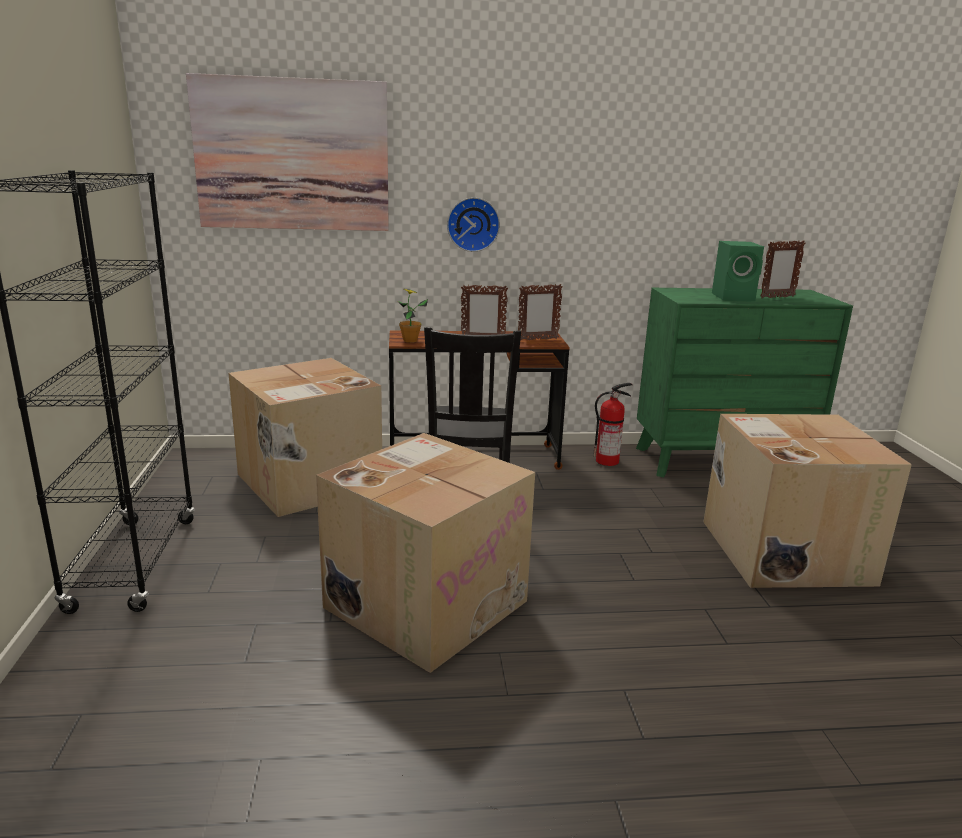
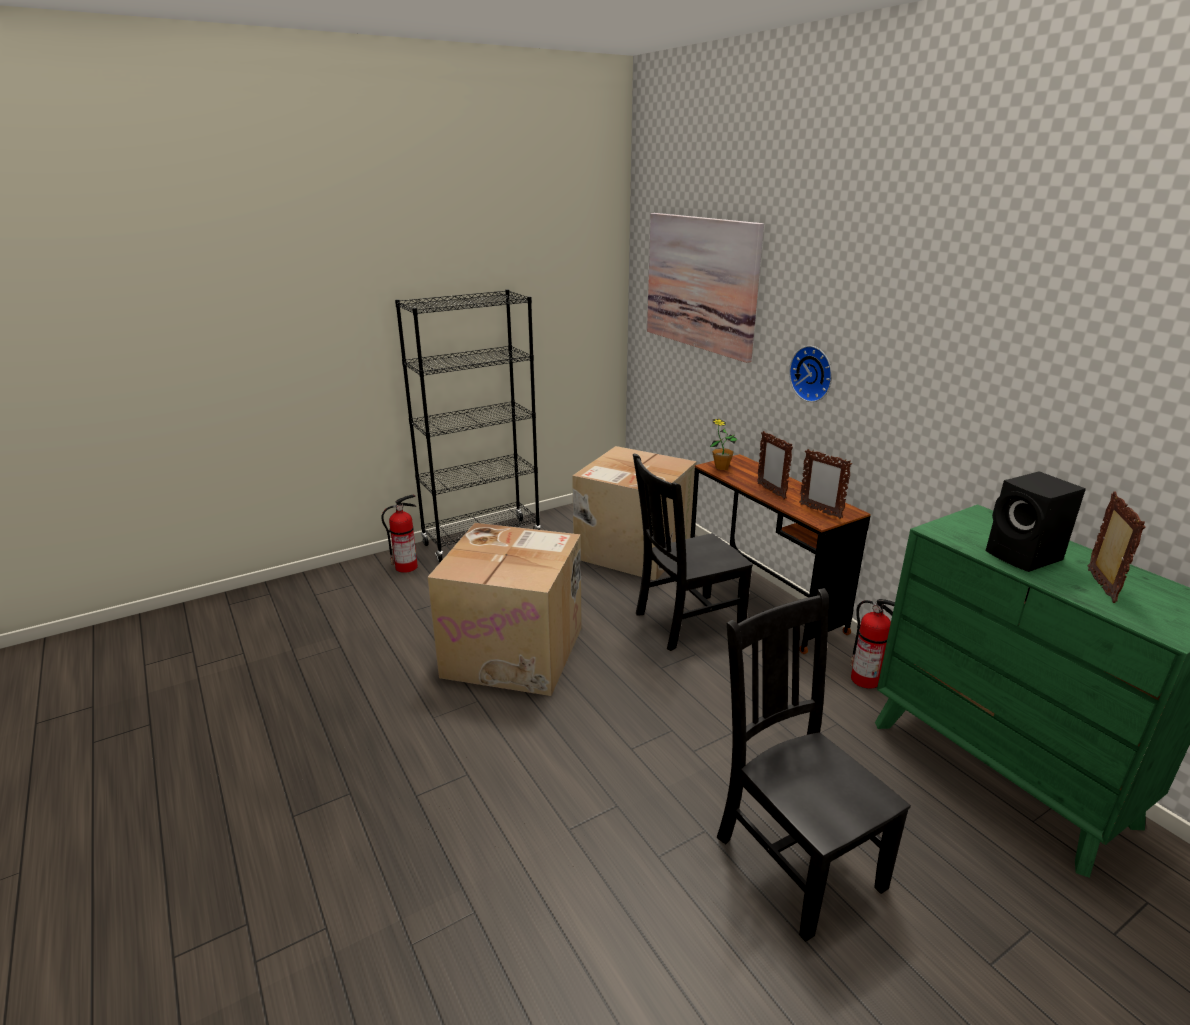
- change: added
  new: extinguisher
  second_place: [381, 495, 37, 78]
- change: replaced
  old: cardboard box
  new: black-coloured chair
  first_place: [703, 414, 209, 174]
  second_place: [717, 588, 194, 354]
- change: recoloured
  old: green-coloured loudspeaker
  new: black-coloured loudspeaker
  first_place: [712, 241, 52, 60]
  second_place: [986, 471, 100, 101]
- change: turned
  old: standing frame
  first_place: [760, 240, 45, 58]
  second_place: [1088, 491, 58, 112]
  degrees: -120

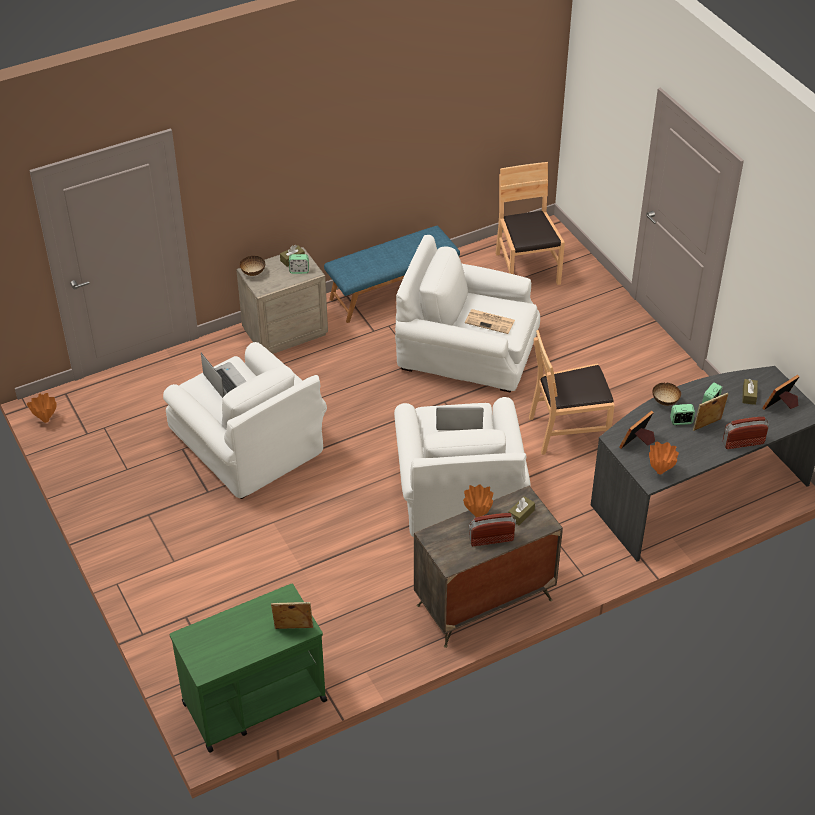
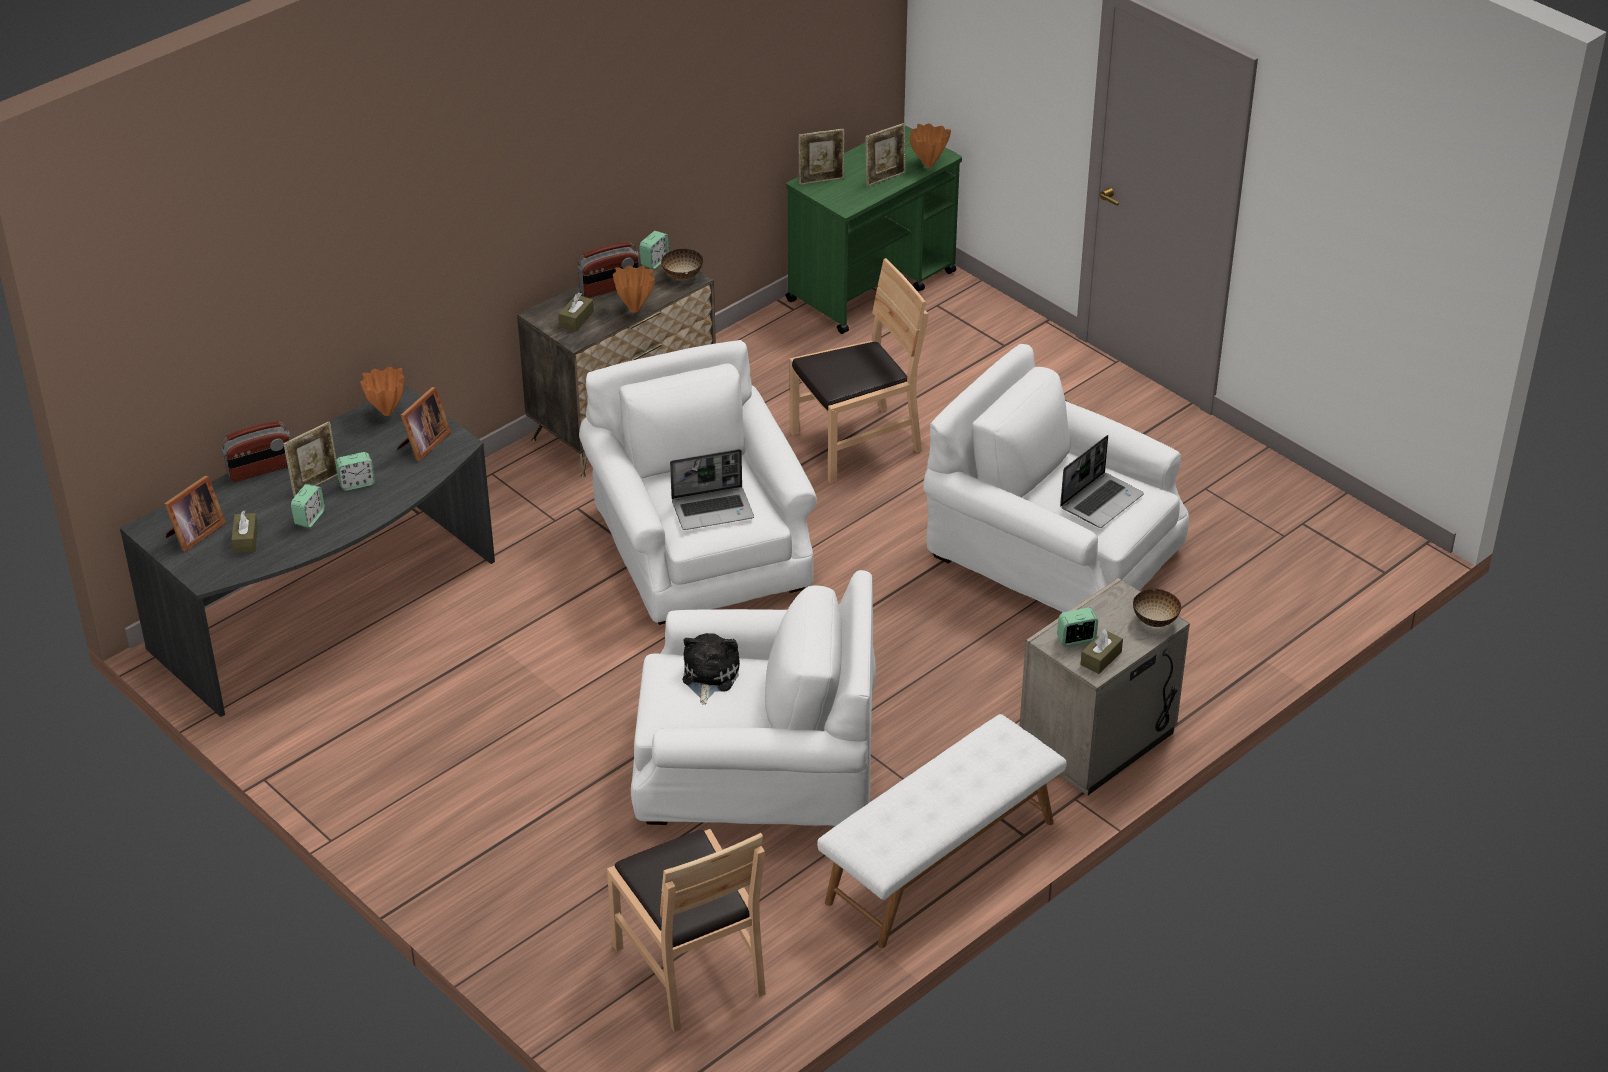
- change: added
  new: table clock
  second_place: [639, 231, 31, 38]
- change: moved
  old: bowl
  first_place: [653, 382, 28, 24]
  second_place: [661, 249, 42, 31]
- change: replaced
  old: newspaper
  new: cuddly toy
  first_place: [465, 309, 50, 25]
  second_place: [682, 633, 58, 72]
- change: moved
  old: brown chair
  first_place: [529, 330, 86, 125]
  second_place: [789, 258, 139, 226]
- change: recoloured
  old: blue bench
  new: white bench
  first_place: [324, 226, 136, 97]
  second_place: [817, 714, 250, 234]
- change: added
  new: standing frame
  second_place: [865, 123, 40, 63]
- change: moved
  old: orange-coloured decorative vase
  first_place: [27, 393, 30, 30]
  second_place: [909, 123, 42, 45]
- change: turned
  old: notebook computer
  first_place: [201, 353, 46, 45]
  second_place: [1060, 435, 84, 93]
  degrees: -90

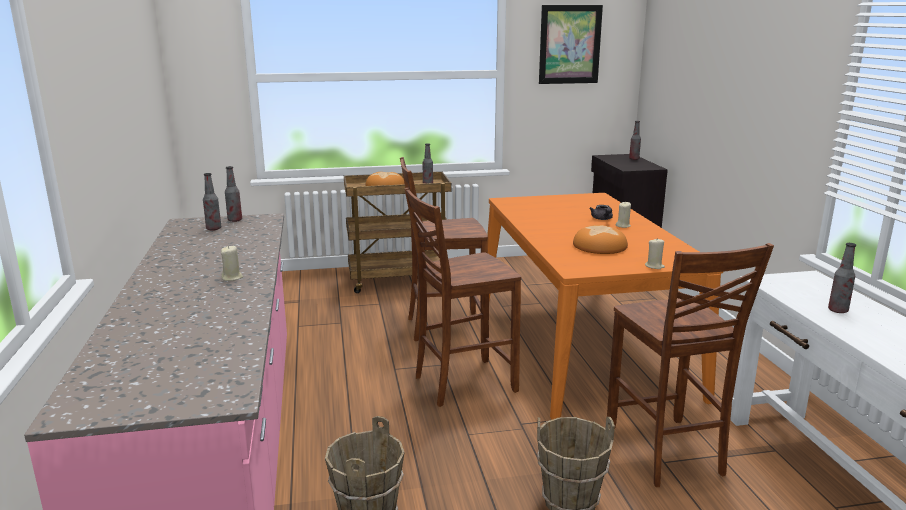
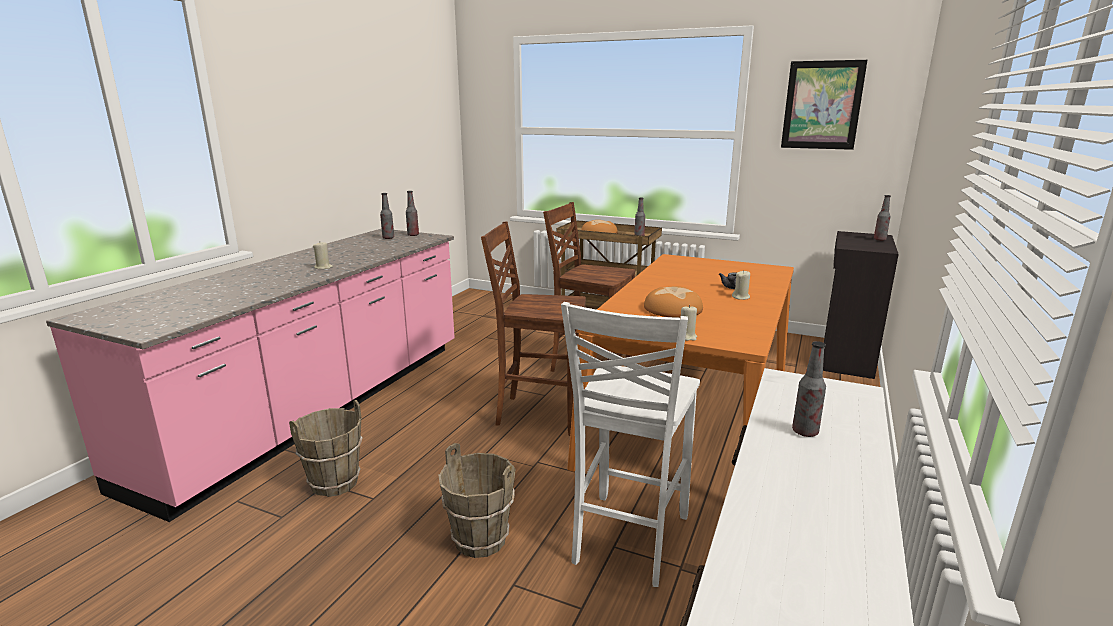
- change: recoloured
  old: brown chair
  new: white chair
  first_place: [607, 243, 167, 244]
  second_place: [561, 302, 139, 285]

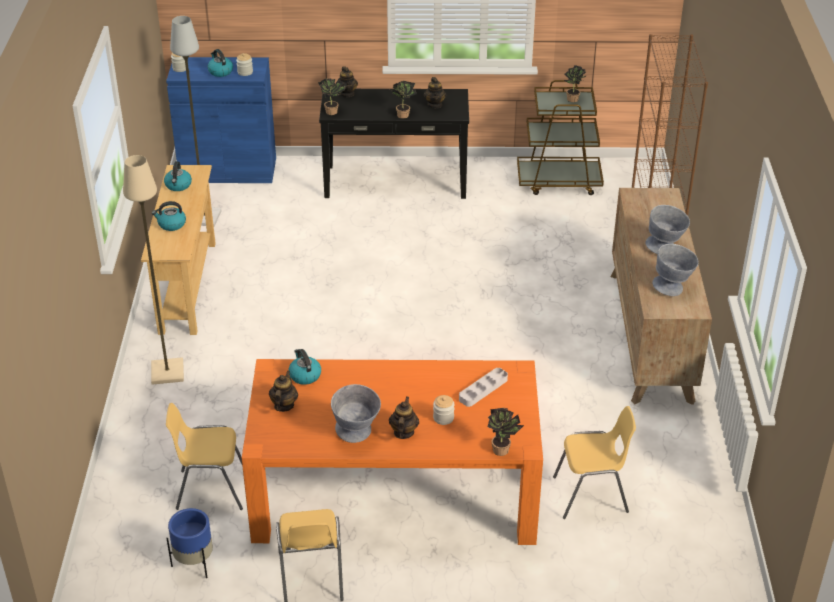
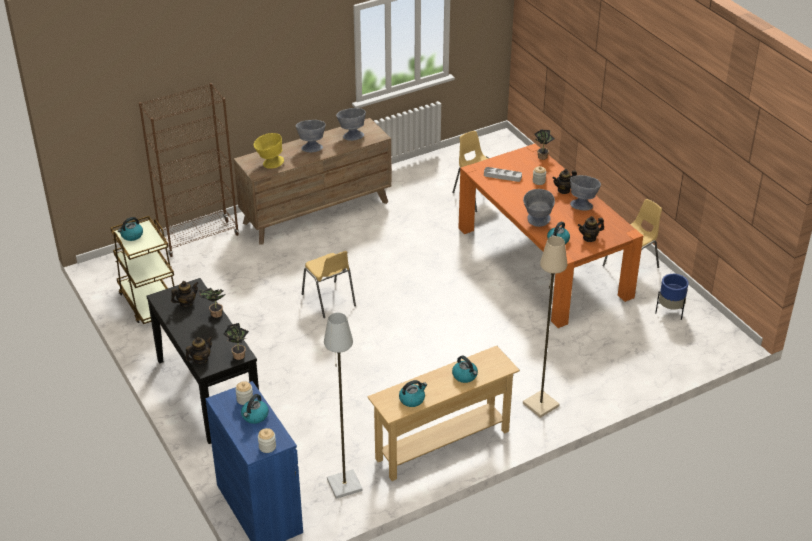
- change: replaced
  old: potted plant
  new: tea kettle
  first_place: [563, 65, 23, 37]
  second_place: [118, 217, 25, 24]
- change: added
  new: yellowish bowl
  second_place: [254, 133, 30, 36]
- change: moved
  old: yellowish chair
  first_place: [166, 403, 77, 107]
  second_place: [302, 251, 54, 67]
- change: added
  new: grey bowl
  second_place: [523, 189, 32, 38]

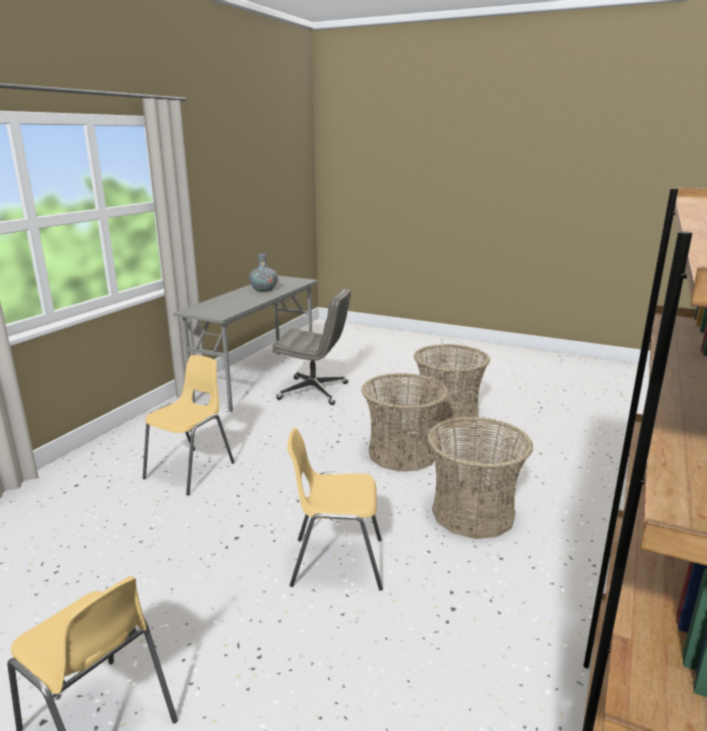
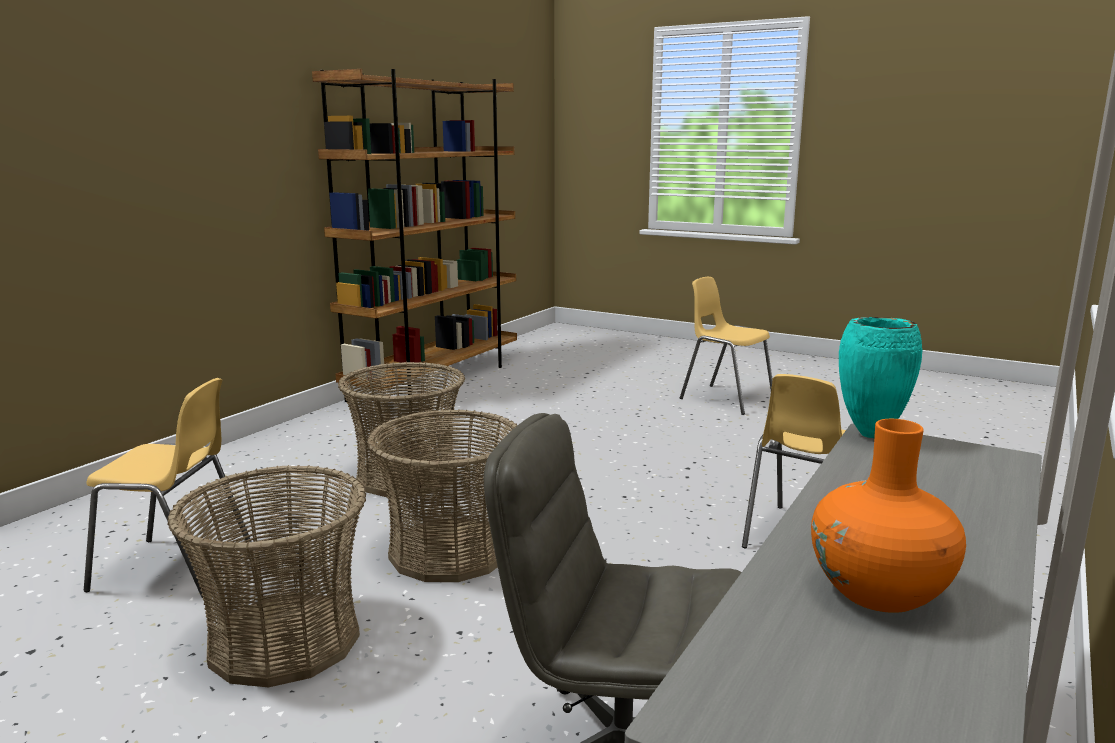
- change: moved
  old: yellowish chair
  first_place: [287, 428, 96, 163]
  second_place: [84, 378, 168, 220]
- change: recoloured
  old: grey decorative vase
  new: orange-coloured decorative vase
  first_place: [249, 254, 29, 38]
  second_place: [811, 419, 155, 194]
- change: added
  new: turquoise-coloured decorative vase
  second_place: [839, 317, 84, 121]

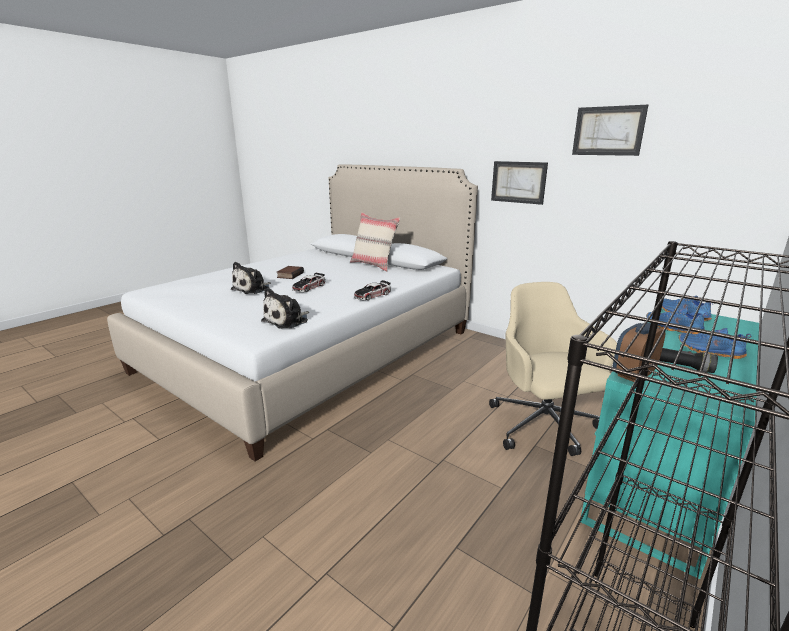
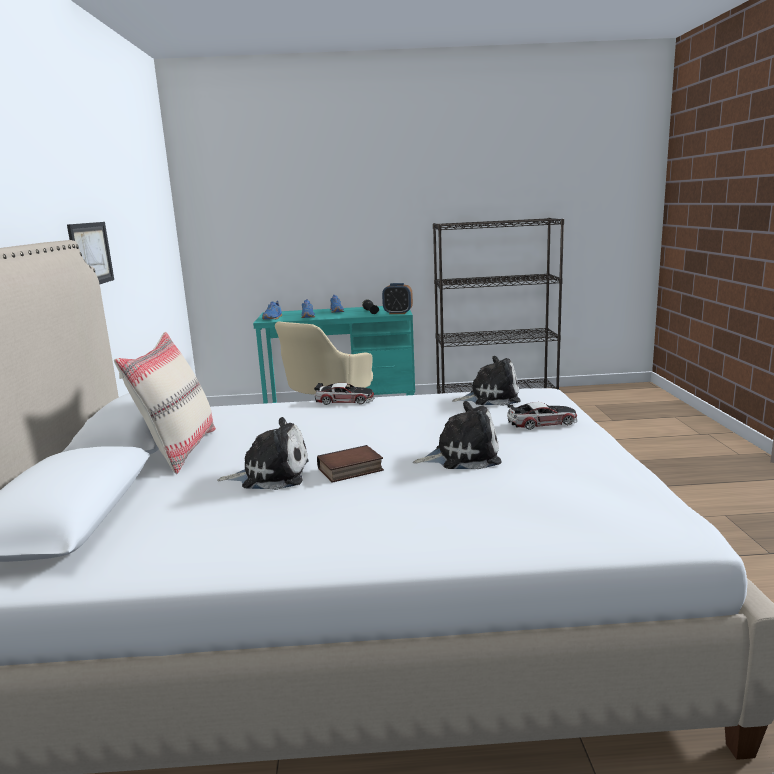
- change: added
  new: cuddly toy
  second_place: [217, 417, 92, 73]
- change: moved
  old: miniature car
  first_place: [292, 273, 33, 19]
  second_place: [507, 402, 70, 28]
- change: removed
  old: wall art
  first_place: [572, 105, 76, 51]

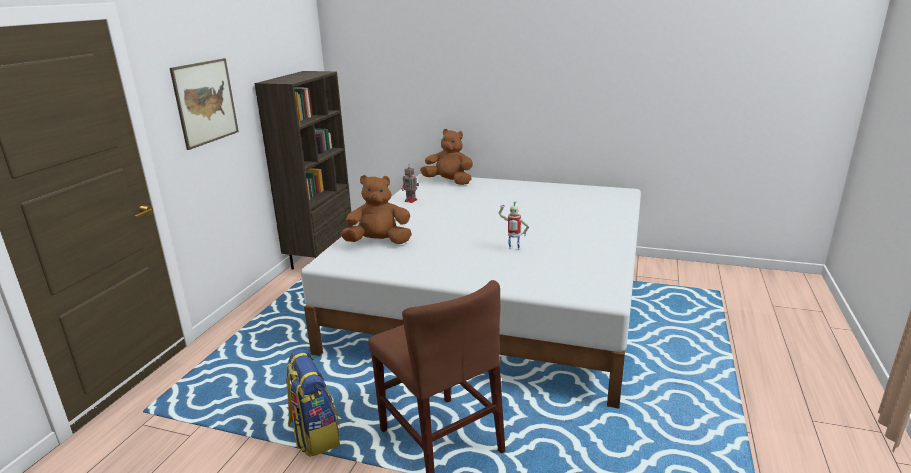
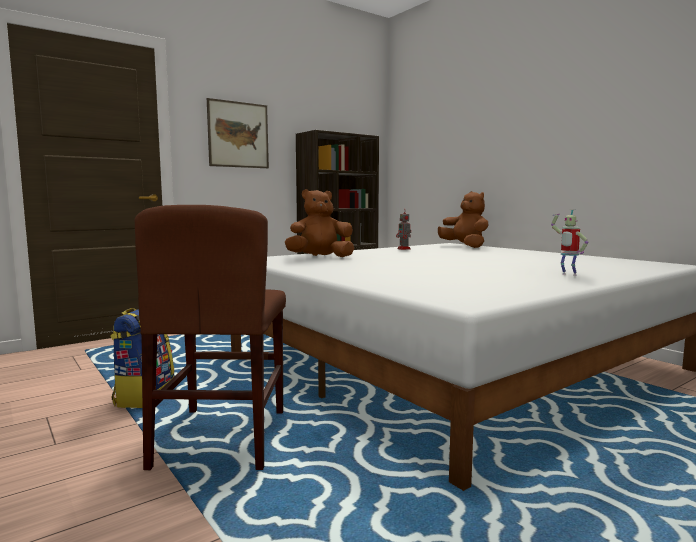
- change: turned
  old: brown cuddly toy
  first_place: [341, 175, 71, 69]
  second_place: [285, 189, 69, 68]
  degrees: -45
- change: moved
  old: robot figure
  first_place: [499, 201, 30, 49]
  second_place: [551, 209, 37, 67]

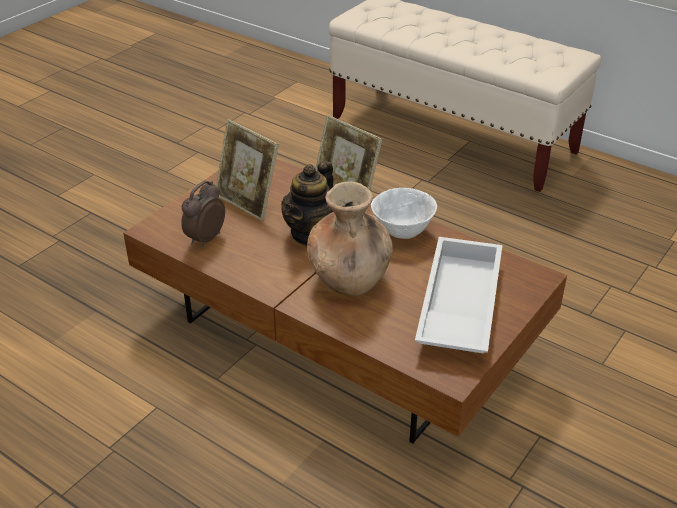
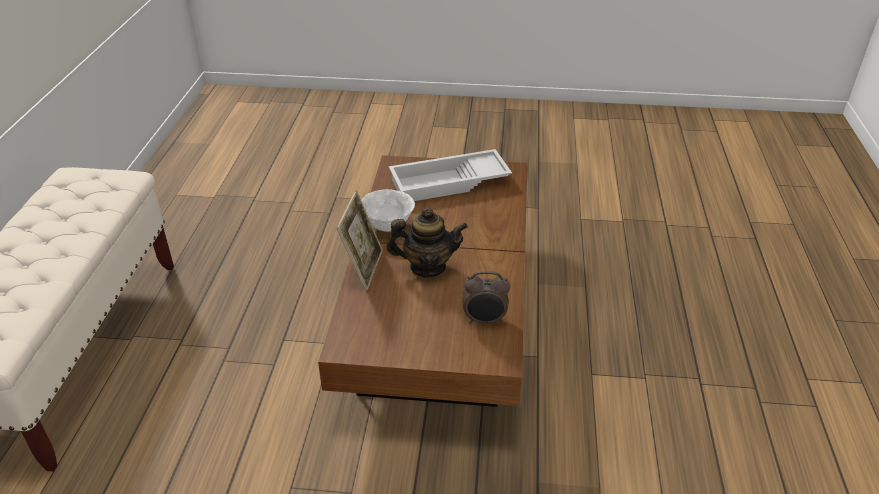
- change: removed
  old: standing frame
  first_place: [216, 119, 63, 102]
- change: removed
  old: brown decorative vase
  first_place: [307, 181, 86, 115]

